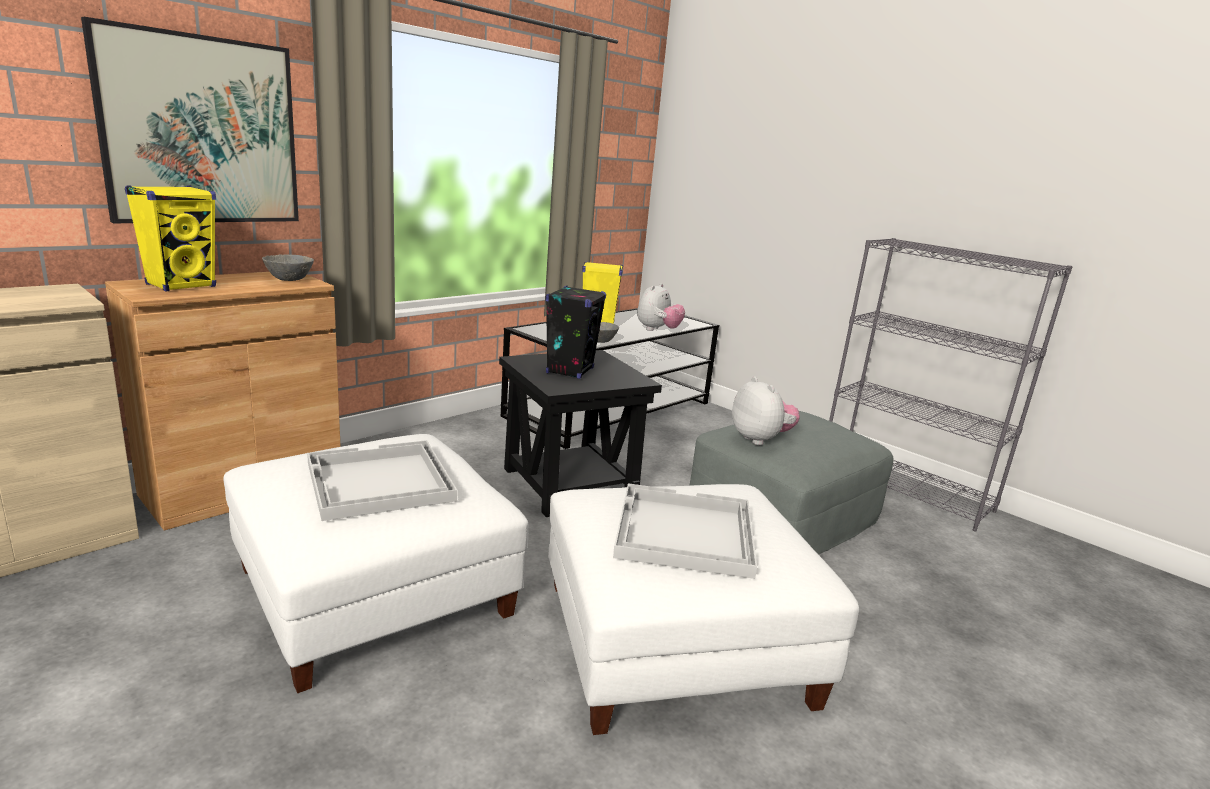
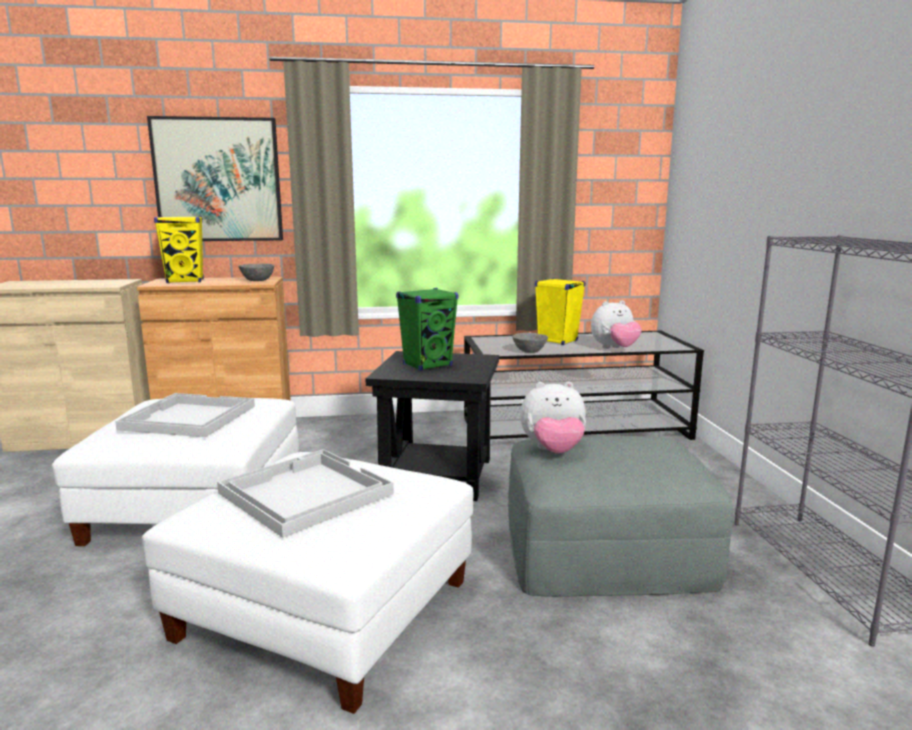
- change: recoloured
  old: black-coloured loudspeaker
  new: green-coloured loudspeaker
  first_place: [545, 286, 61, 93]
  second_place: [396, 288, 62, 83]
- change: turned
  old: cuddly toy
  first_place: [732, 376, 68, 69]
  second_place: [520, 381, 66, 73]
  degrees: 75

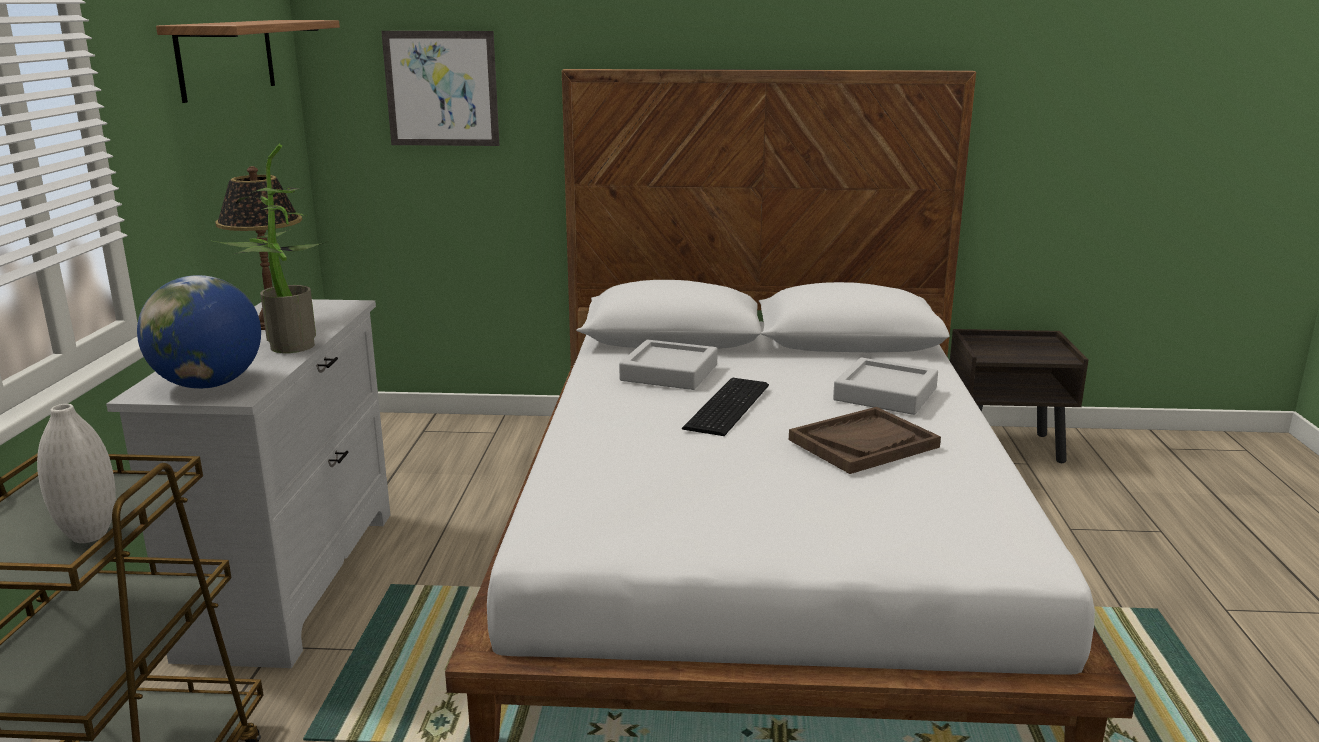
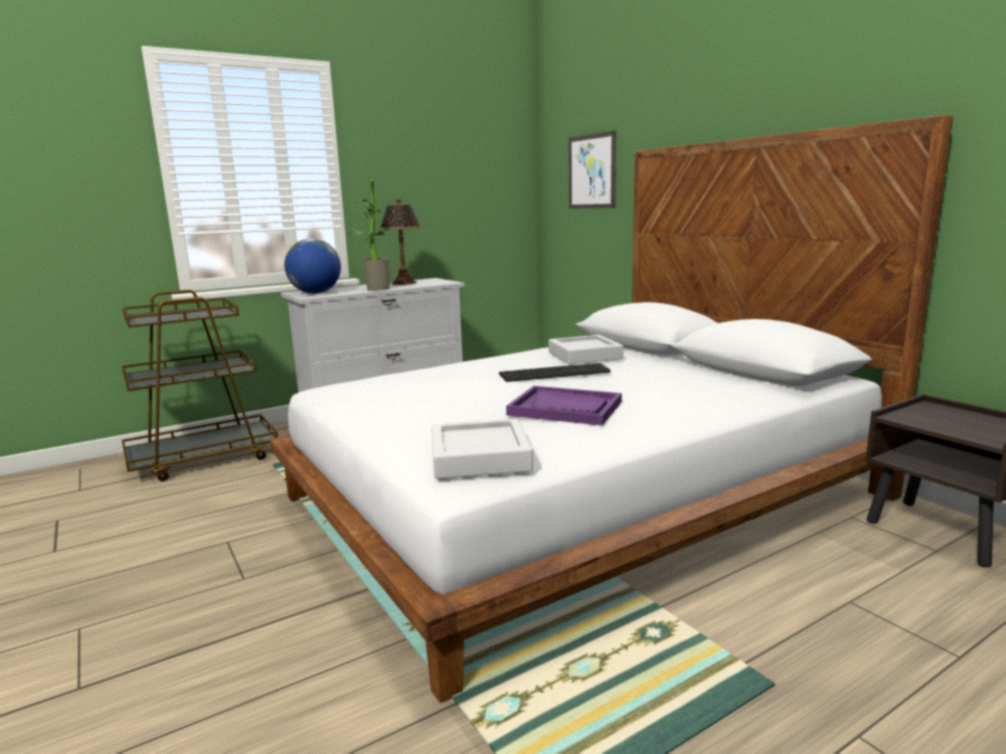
- change: moved
  old: grey serving tray
  first_place: [833, 357, 105, 58]
  second_place: [431, 418, 102, 61]
- change: recoloured
  old: brown serving tray
  new: purplish serving tray
  first_place: [789, 407, 152, 67]
  second_place: [506, 386, 116, 40]
- change: removed
  old: white decorative vase
  first_place: [37, 404, 79, 139]
- change: removed
  old: wall shelf
  first_place: [156, 20, 184, 83]

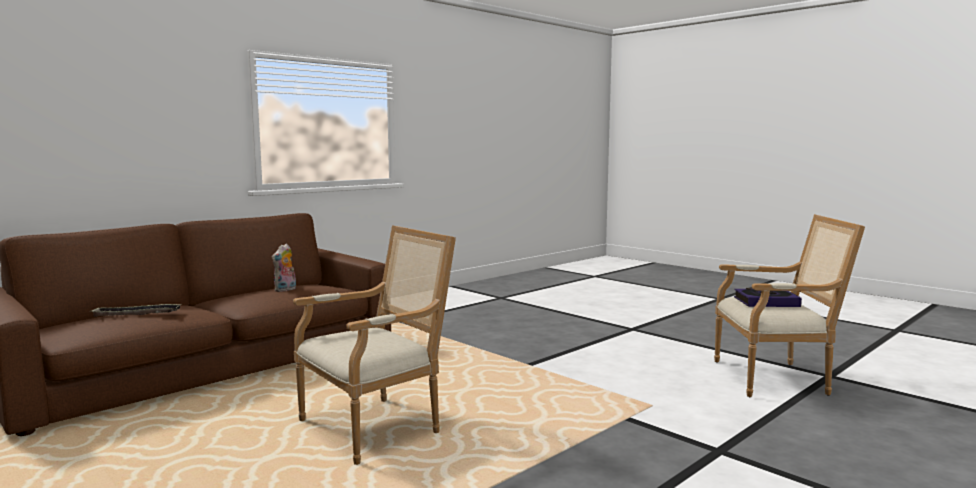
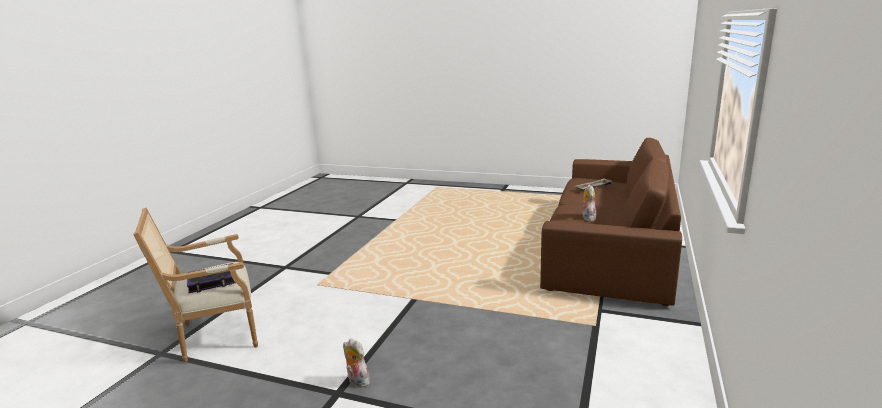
- change: added
  new: cuddly toy
  second_place: [343, 339, 27, 49]
- change: removed
  old: lounge chair
  first_place: [293, 225, 163, 240]

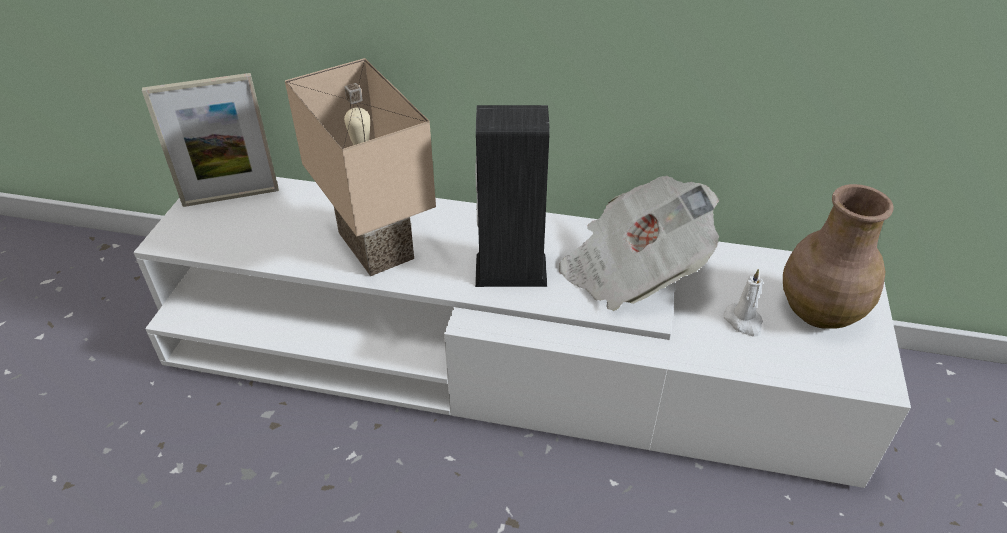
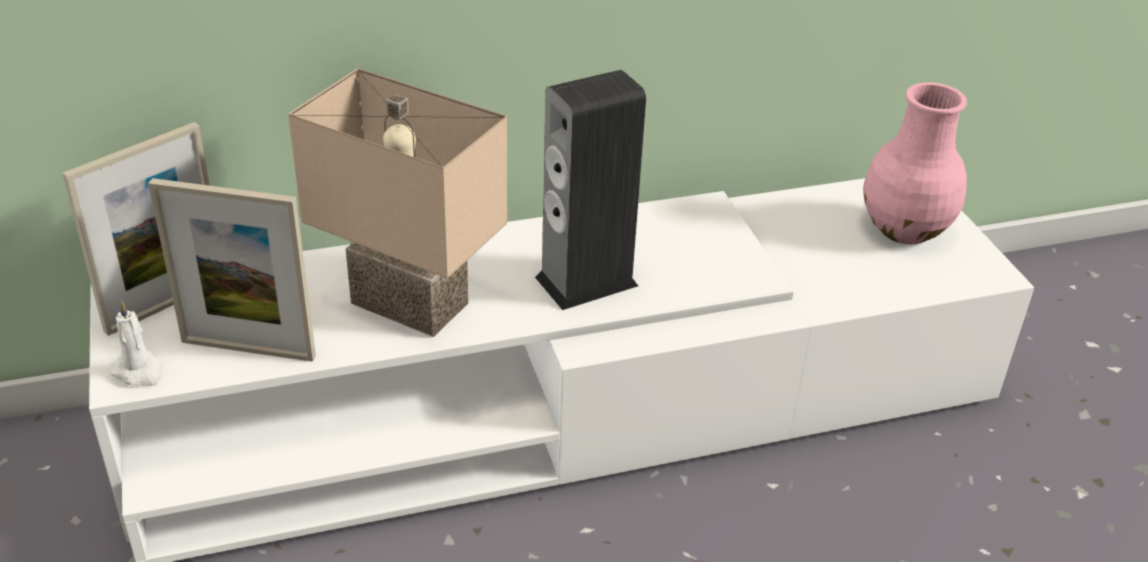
- change: moved
  old: white wax candle
  first_place: [723, 269, 40, 68]
  second_place: [111, 300, 52, 86]
- change: added
  new: standing frame
  second_place: [148, 178, 168, 184]
- change: recoloured
  old: brown decorative vase
  new: pink-coloured decorative vase
  first_place: [783, 184, 111, 145]
  second_place: [863, 82, 104, 162]
- change: removed
  old: newspaper
  first_place: [559, 176, 160, 135]

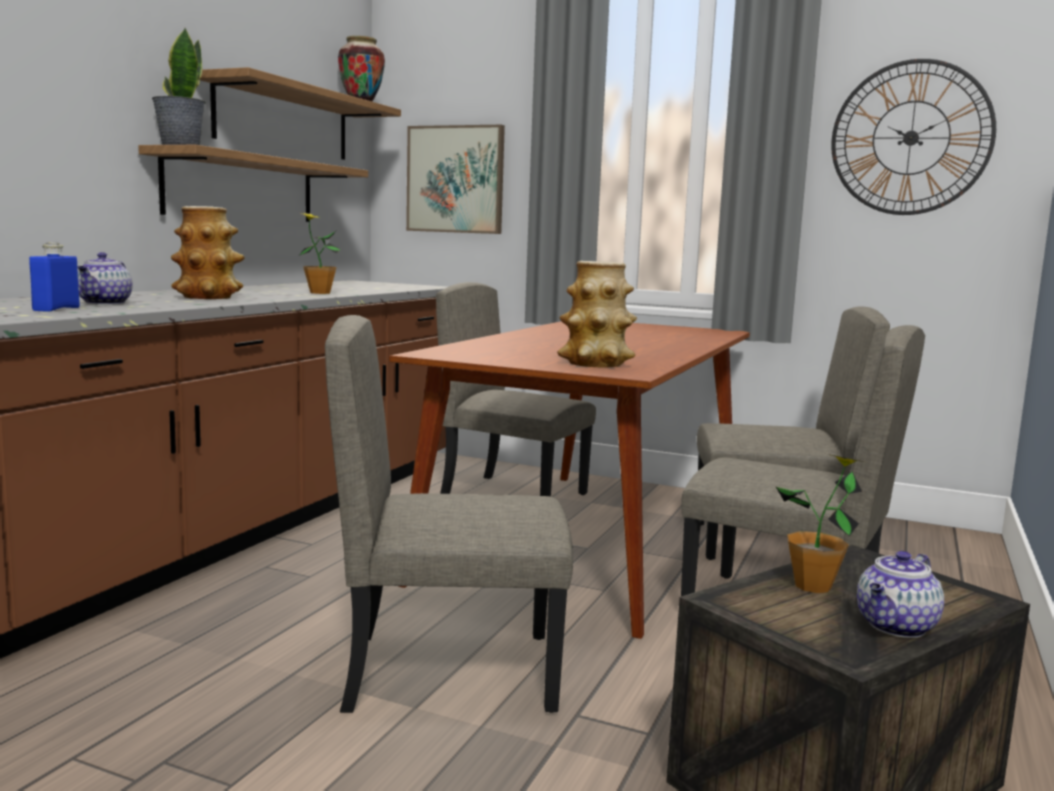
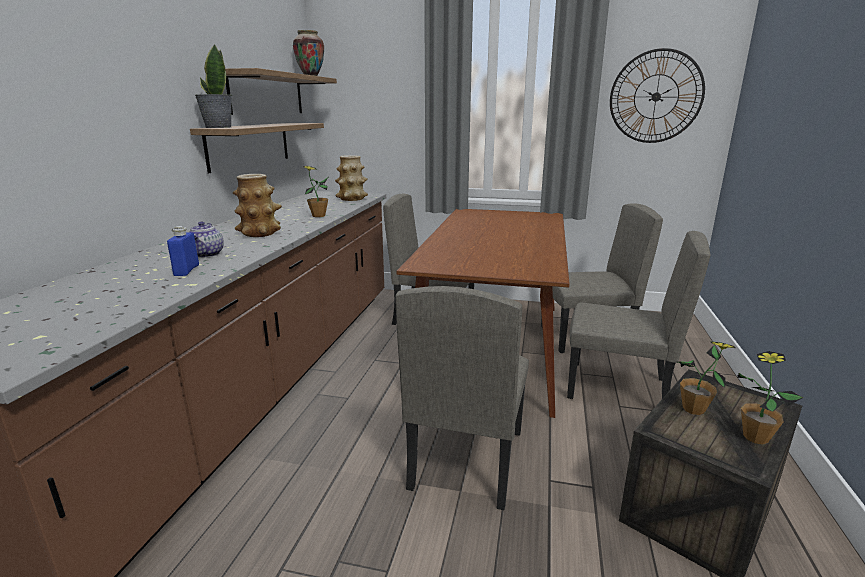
- change: moved
  old: decorative vase
  first_place: [557, 261, 80, 106]
  second_place: [335, 155, 33, 46]
- change: turned
  old: sand-coloured chair
  first_place: [325, 315, 248, 398]
  second_place: [395, 286, 134, 224]
  degrees: -60
- change: replaced
  old: tea pot
  new: potted plant
  first_place: [857, 551, 87, 87]
  second_place: [737, 351, 66, 94]
- change: removed
  old: wall art
  first_place: [406, 125, 99, 109]

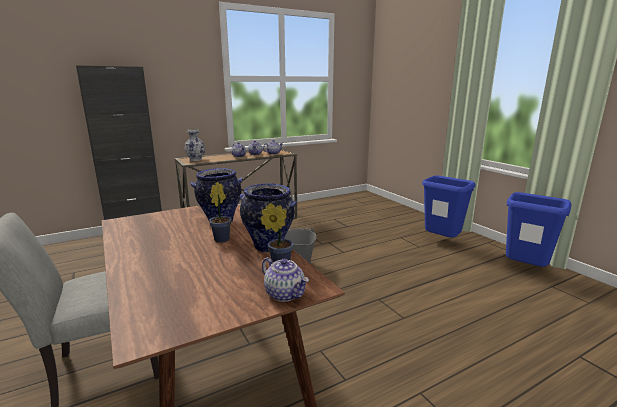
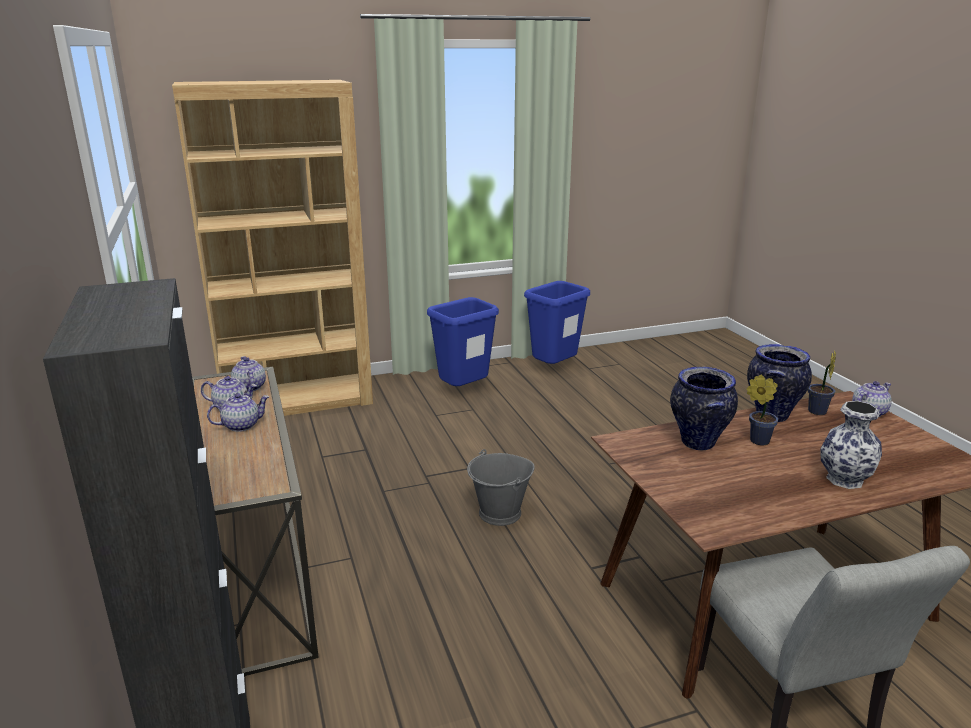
- change: added
  new: brown bookcase
  second_place: [172, 80, 201, 336]
- change: moved
  old: decorative vase
  first_place: [185, 129, 20, 32]
  second_place: [820, 401, 62, 88]

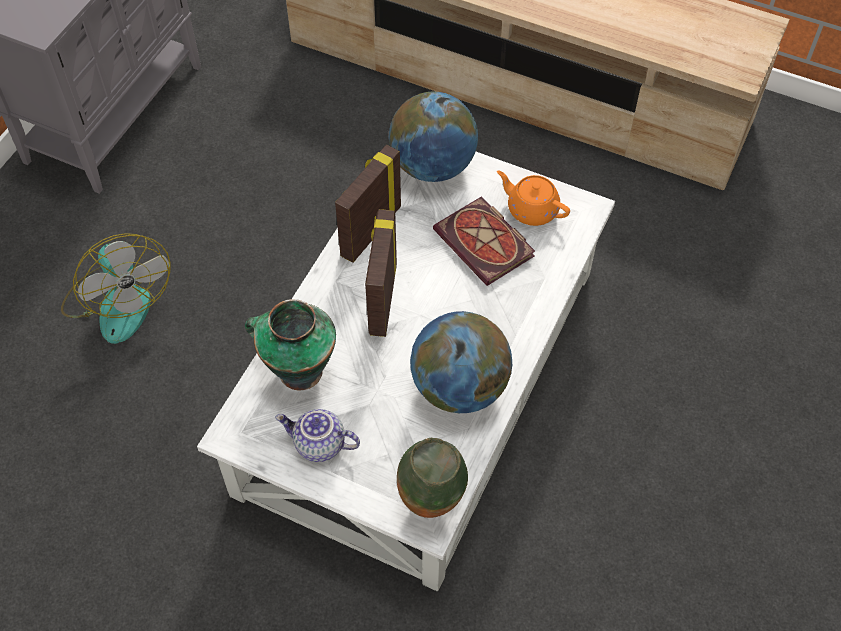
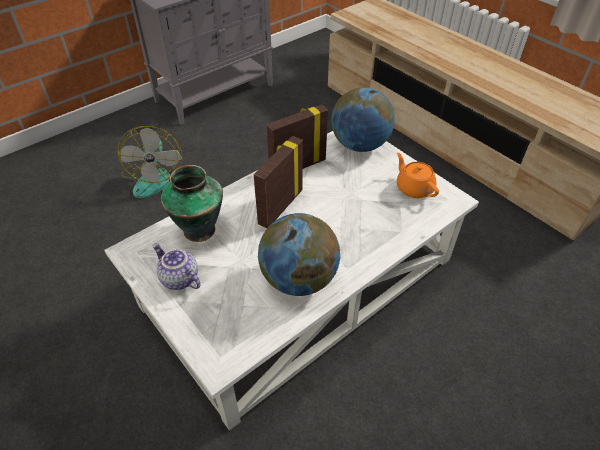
- change: removed
  old: decorative vase
  first_place: [397, 438, 71, 80]
- change: removed
  old: book
  first_place: [433, 197, 102, 89]

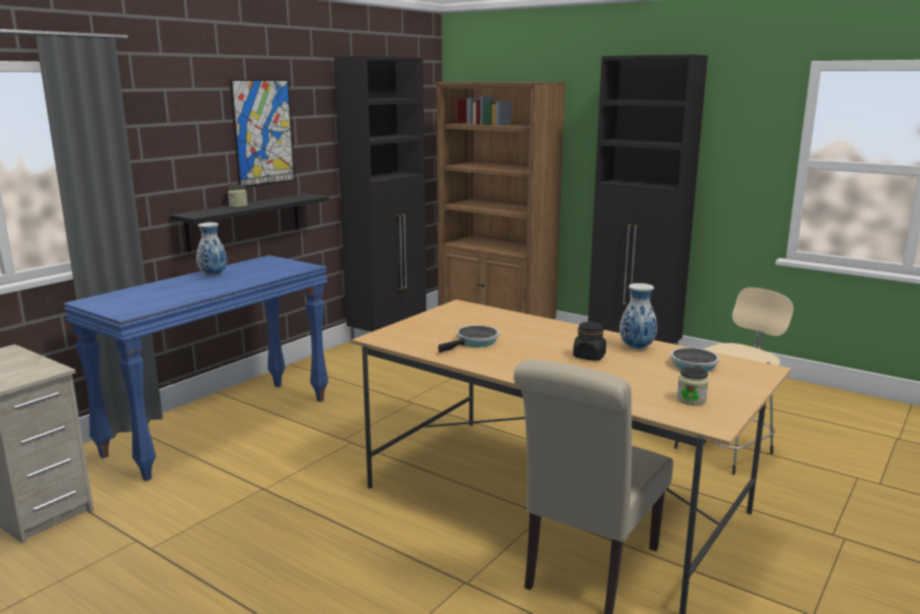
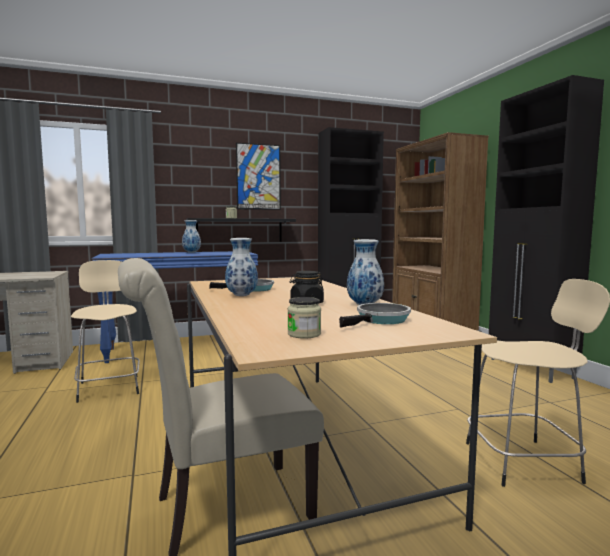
- change: added
  new: sand-coloured stool
  second_place: [71, 260, 69, 143]
- change: added
  new: decorative vase
  second_place: [225, 238, 33, 58]

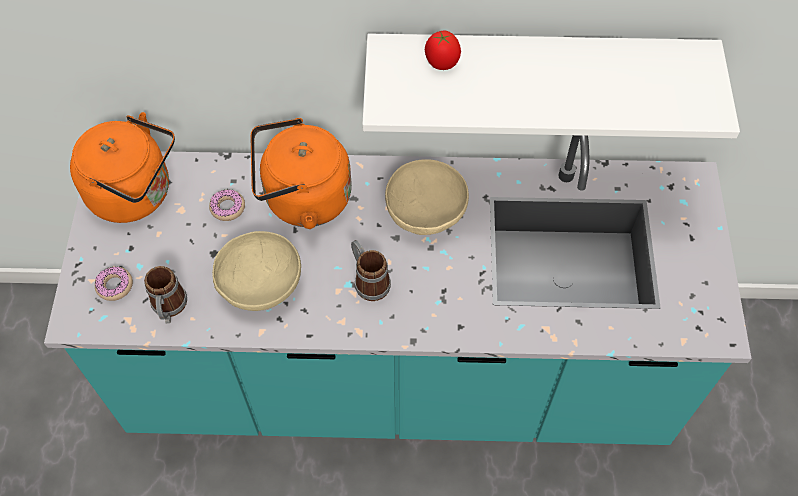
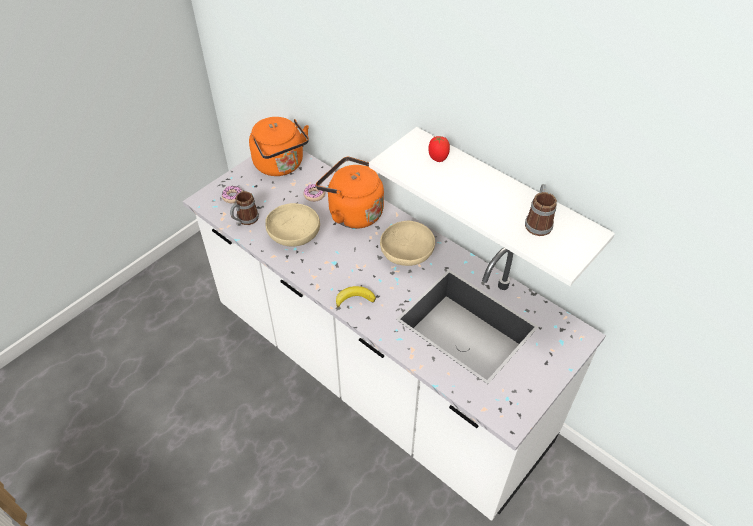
- change: recoloured
  old: turquoise-coloured counter
  new: white counter
  first_place: [44, 135, 707, 310]
  second_place: [183, 150, 423, 371]
- change: added
  new: banana fruit
  second_place: [336, 286, 40, 22]
- change: moved
  old: tea mug
  first_place: [351, 240, 40, 61]
  second_place: [525, 184, 32, 52]

